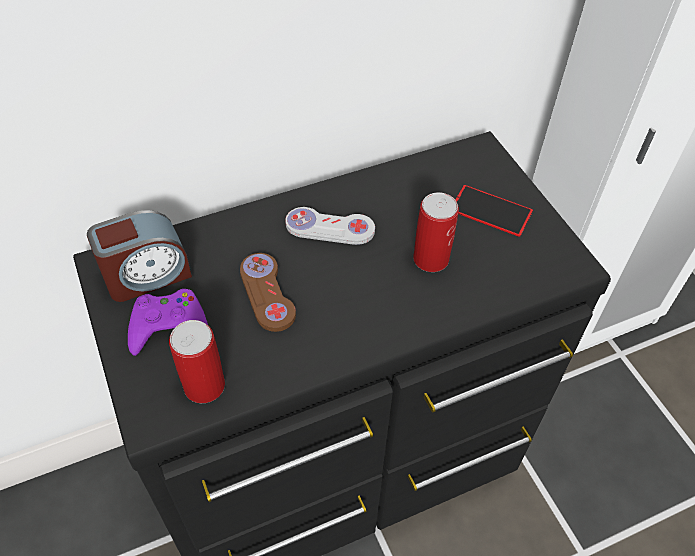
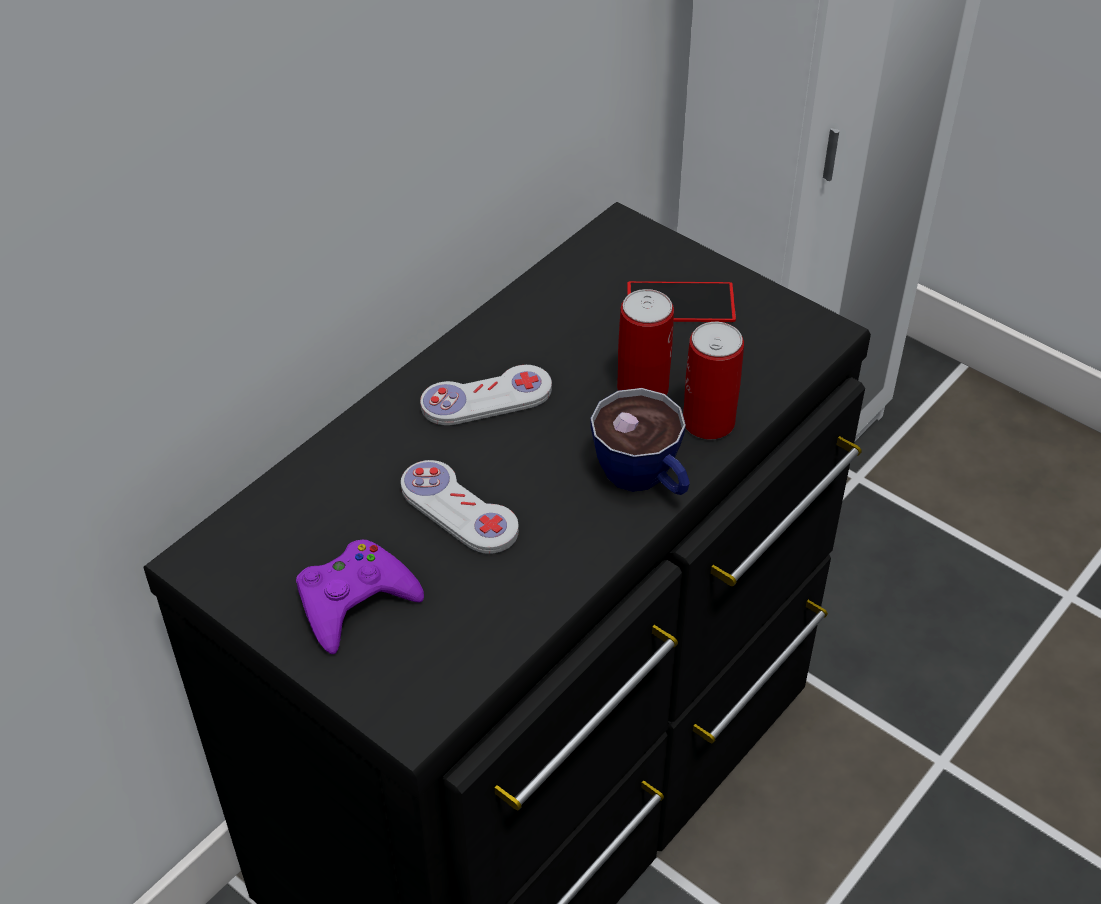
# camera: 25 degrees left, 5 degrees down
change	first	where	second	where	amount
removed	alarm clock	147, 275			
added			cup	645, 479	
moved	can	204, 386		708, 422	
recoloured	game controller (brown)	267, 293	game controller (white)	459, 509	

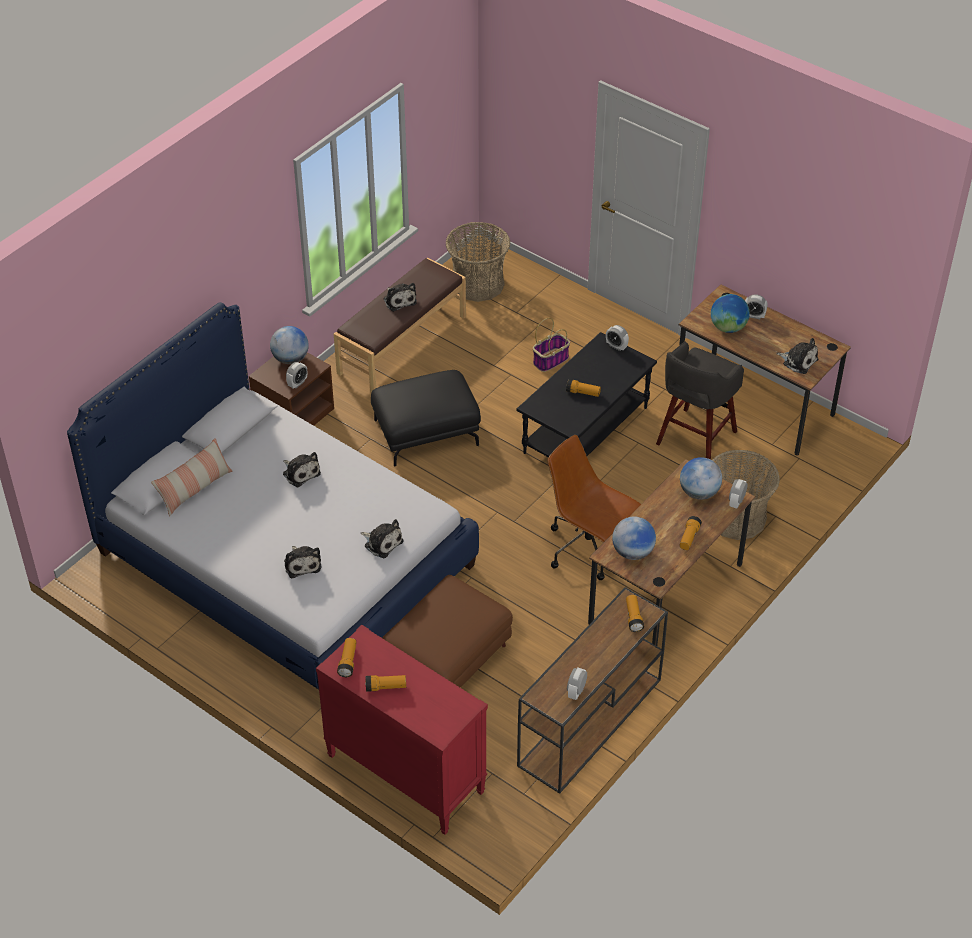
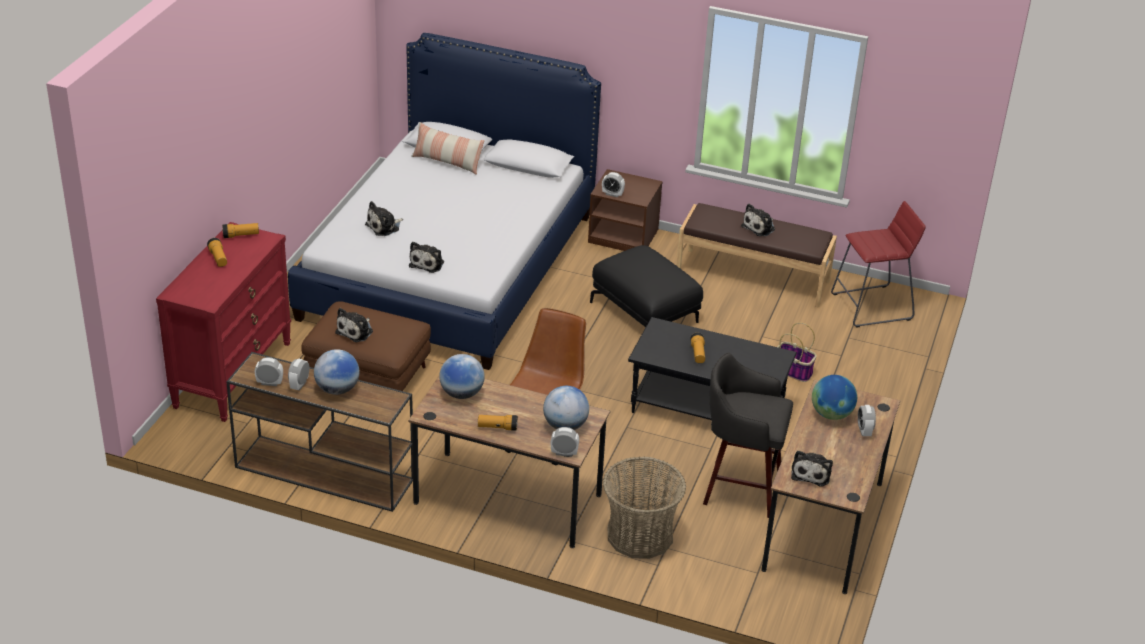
# camera: 70 degrees right, 10 degrees down
change	first	where	second	where	amount
removed	flashlight	633, 617			
moved	globe	290, 359		337, 389	
moved	plush toy	300, 472		356, 331	
moved	alarm clock	616, 346		299, 385	
replaced	basket	478, 284	stool (red)	871, 306	

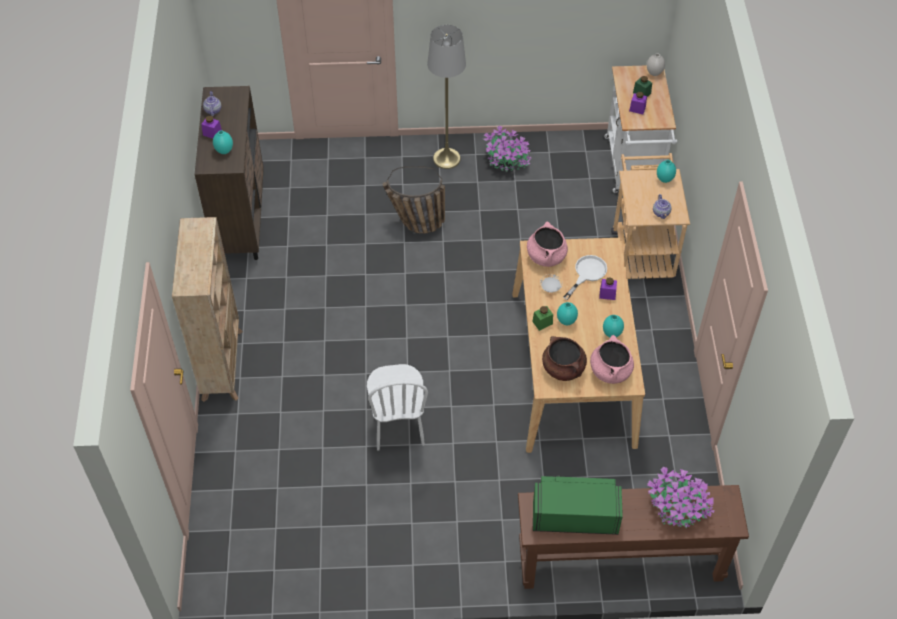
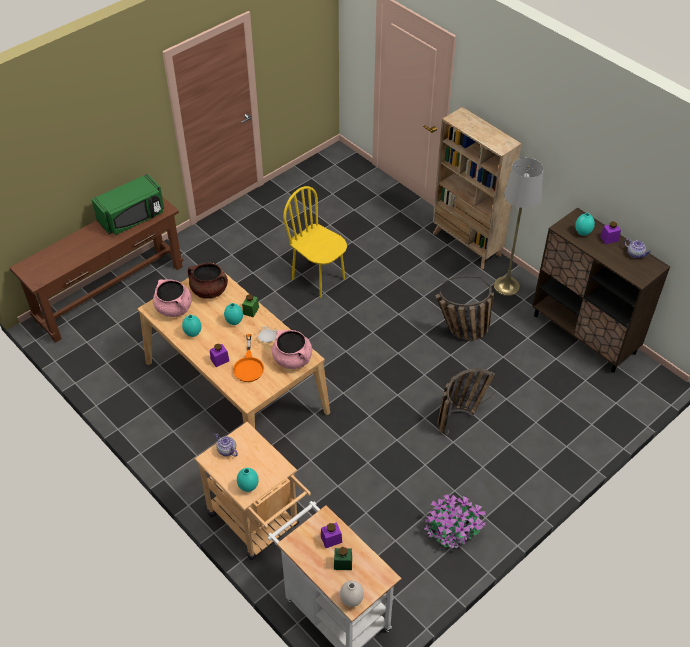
# camera: 140 degrees right, 5 degrees down
change	first	where	second	where	amount
removed	potted plant	677, 508			
added			basket	461, 332	
moved	floor lamp (grey)	446, 158		506, 286	
recoloured	chair (white)	398, 427	chair (yellow)	318, 278	
recoloured	frying pan (white)	587, 273	frying pan (orange)	248, 366	

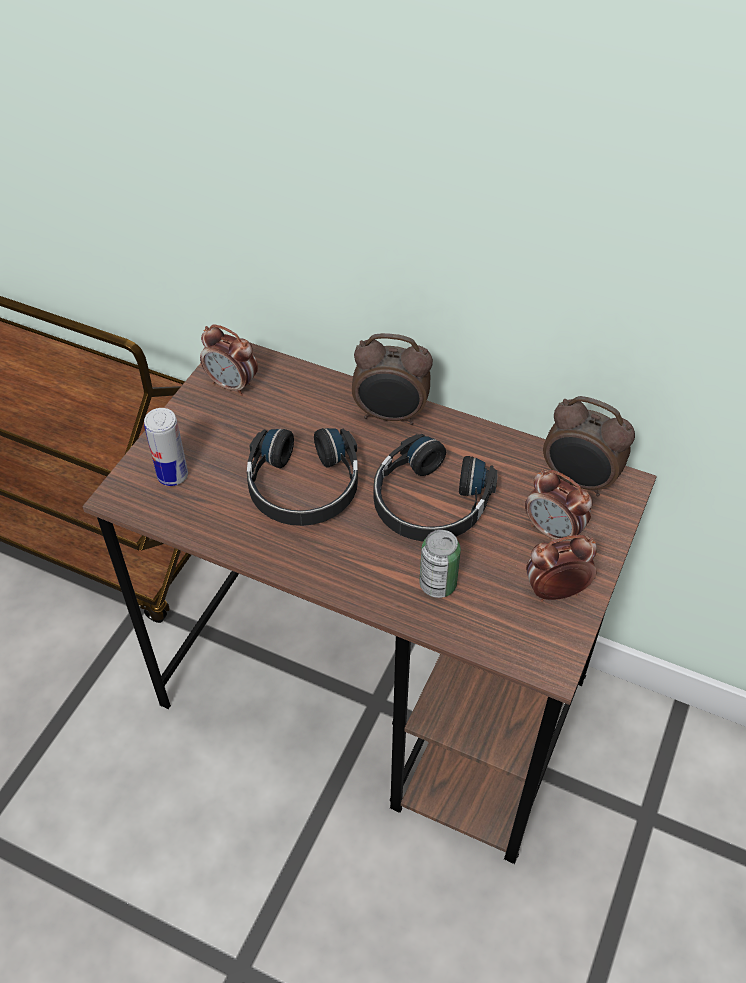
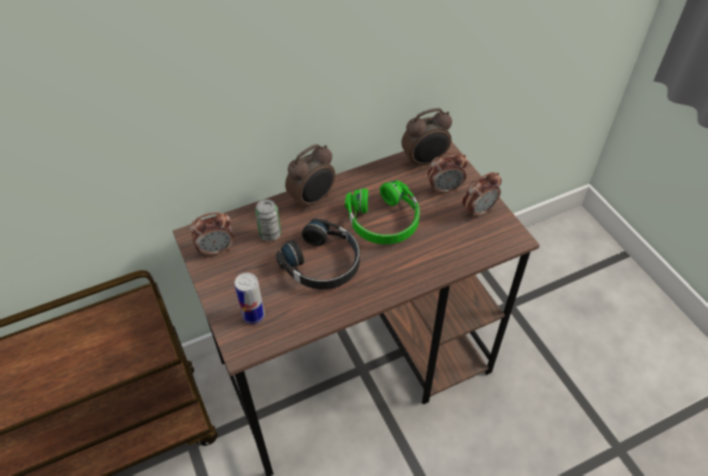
# camera: 50 degrees left, 0 degrees up
change	first	where	second	where	amount
moved	can	438, 584		270, 234	
recoloured	headphones (black)	429, 503	headphones (green)	384, 221	
turned	alarm clock	555, 591		478, 211	150 degrees counterclockwise

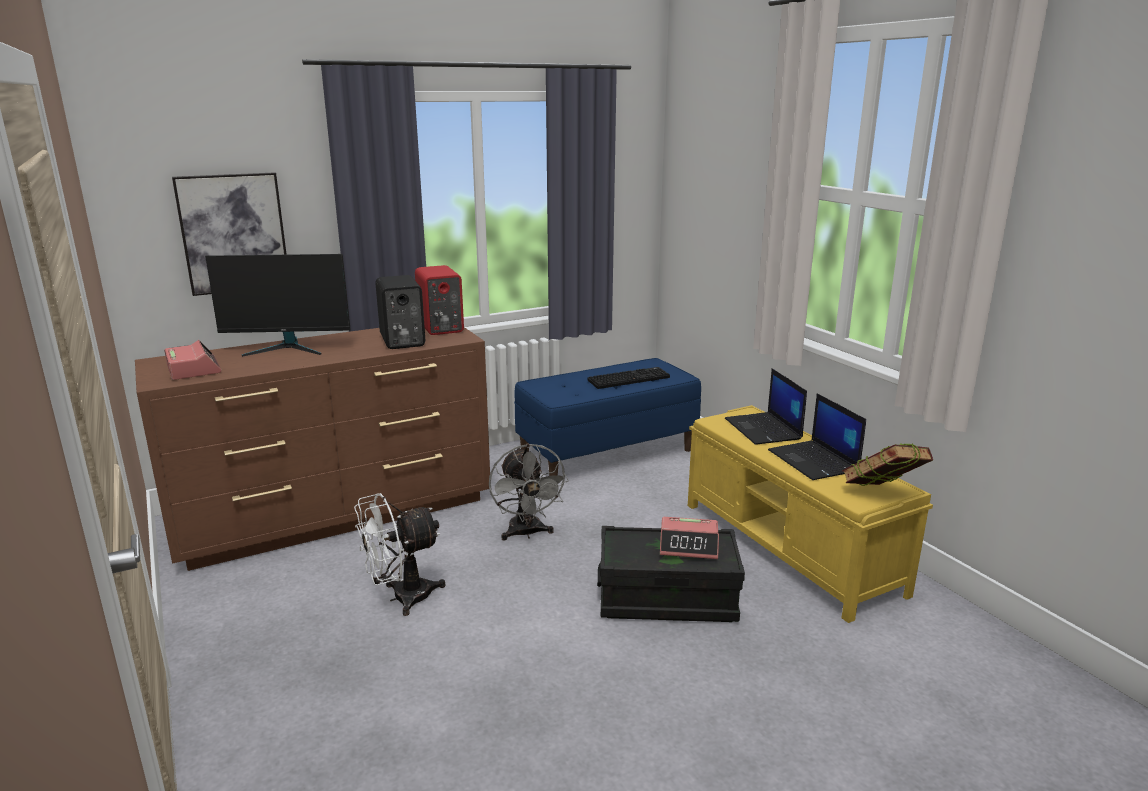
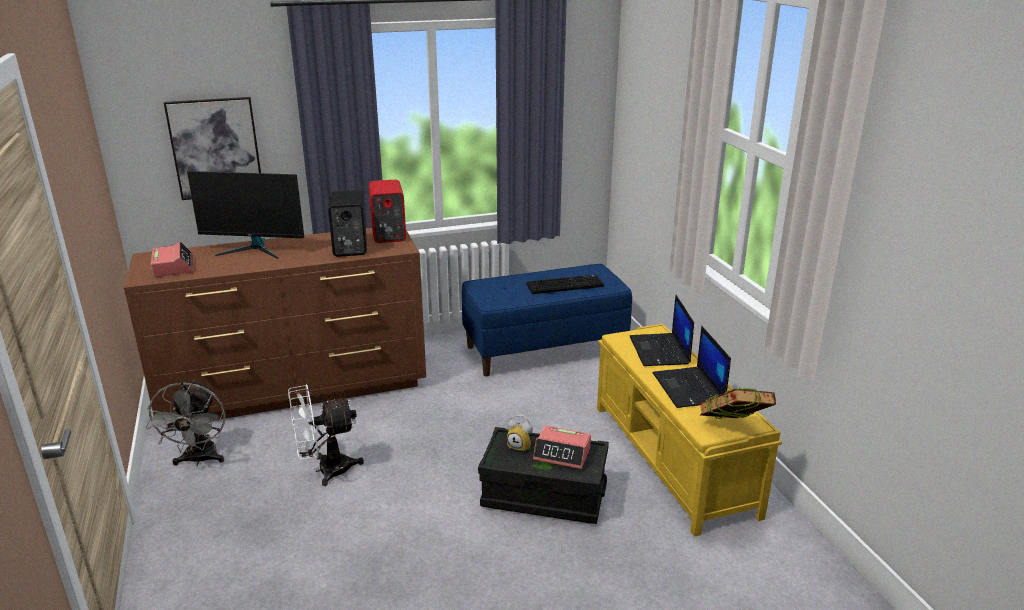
# camera: 10 degrees right, 5 degrees up
change	first	where	second	where	amount
added			alarm clock	521, 446	
moved	fan (grey)	526, 533		199, 460	

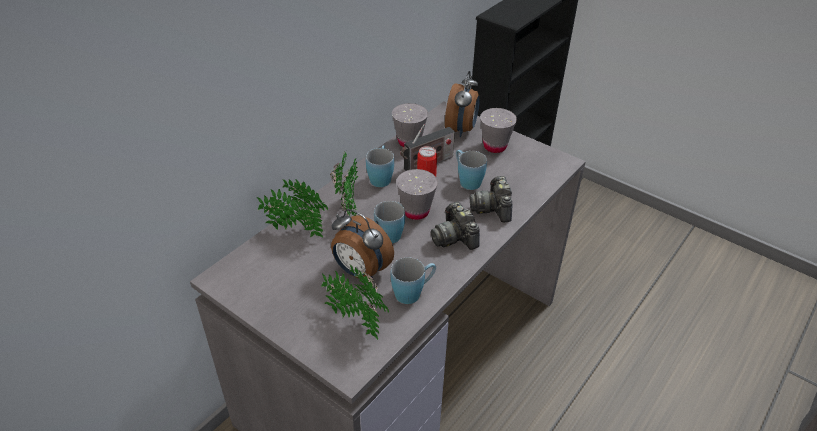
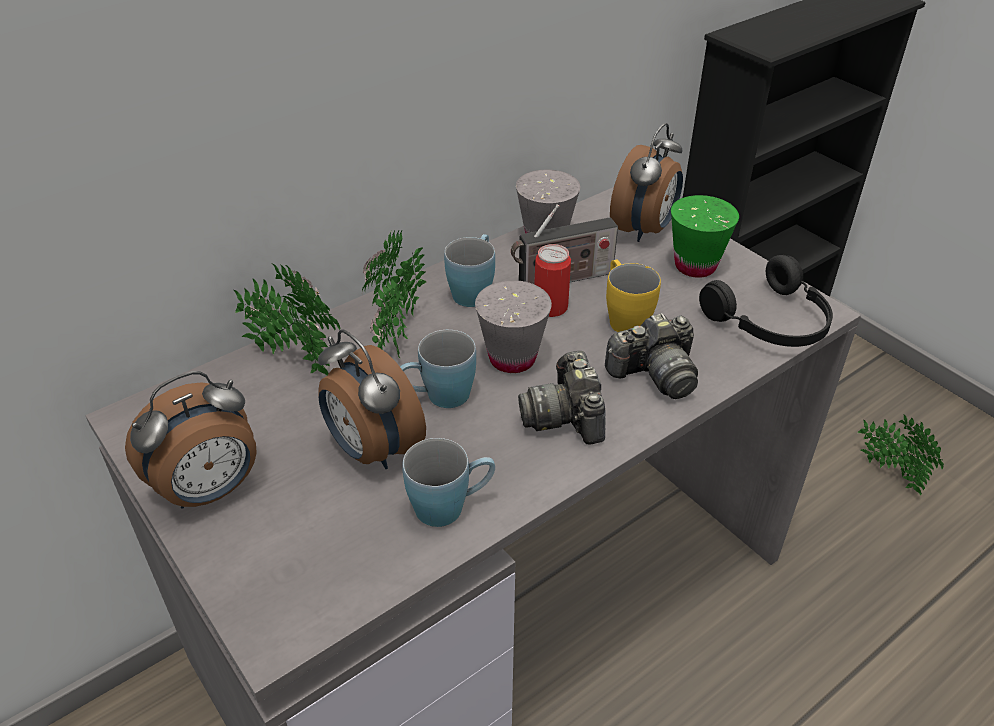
# camera: 15 degrees right, 0 degrees up
change	first	where	second	where	amount
added			alarm clock	210, 490	
added			headphones (black)	771, 322	
moved	potted plant	355, 320		890, 472	
recoloured	mug (blue)	466, 180	mug (yellow)	624, 317	
recoloured	cup (grey)	494, 146	cup (green)	695, 266	
turned	photo camera	493, 208		655, 374	120 degrees counterclockwise

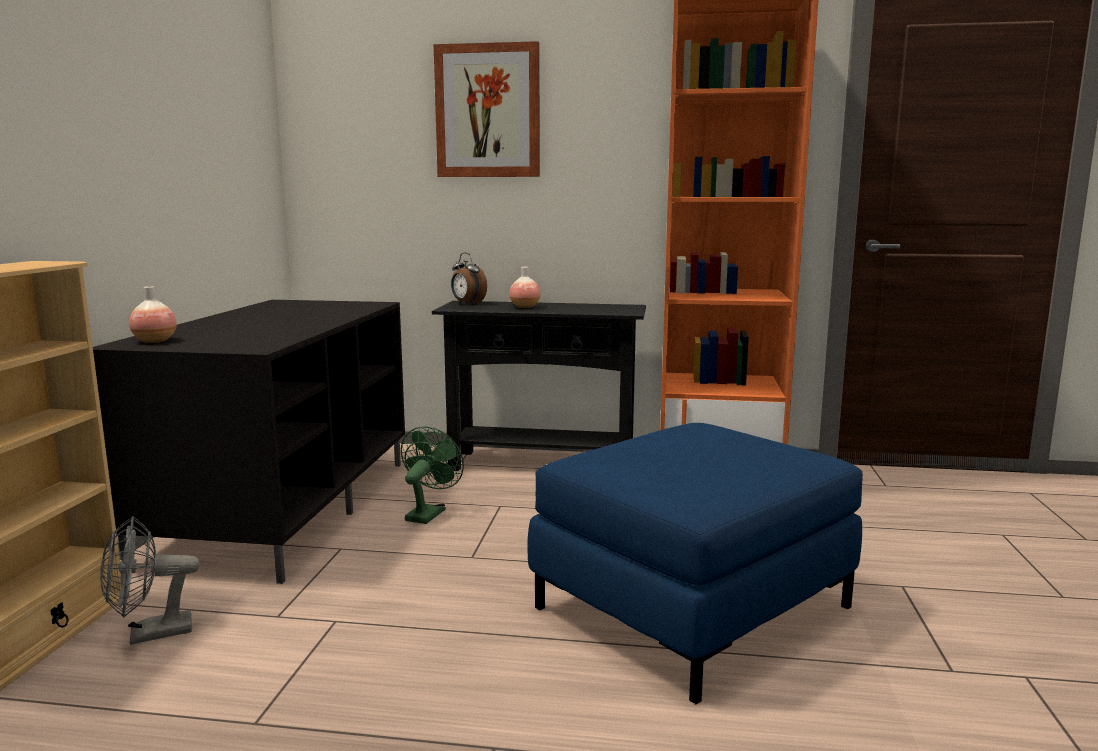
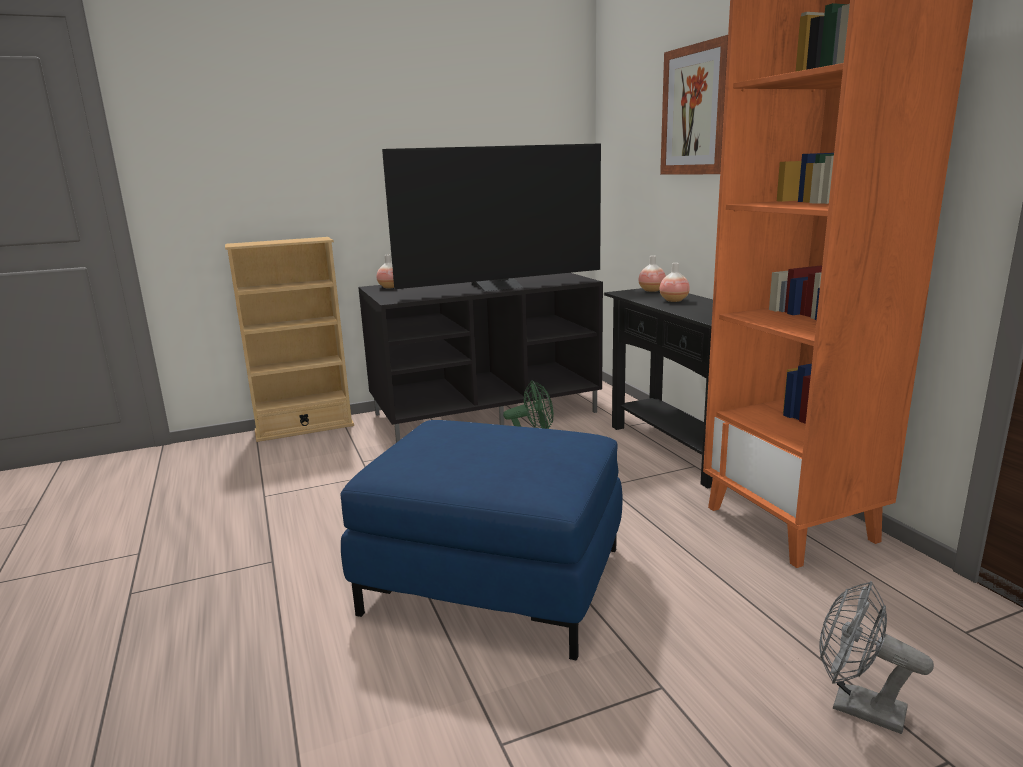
# camera: 60 degrees right, 5 degrees up
change	first	where	second	where	amount
added			television	500, 287	
moved	fan (grey)	150, 634		856, 707	
replaced	alarm clock	467, 304	vase	651, 290	

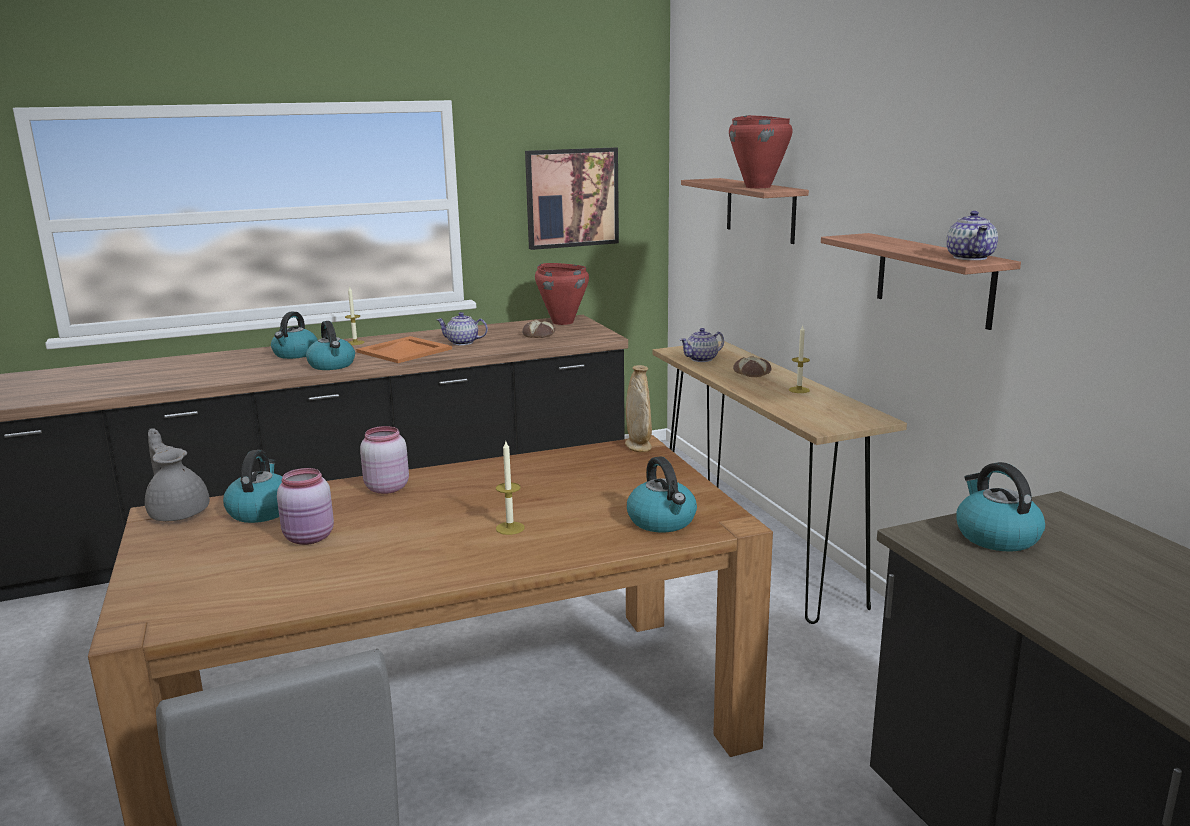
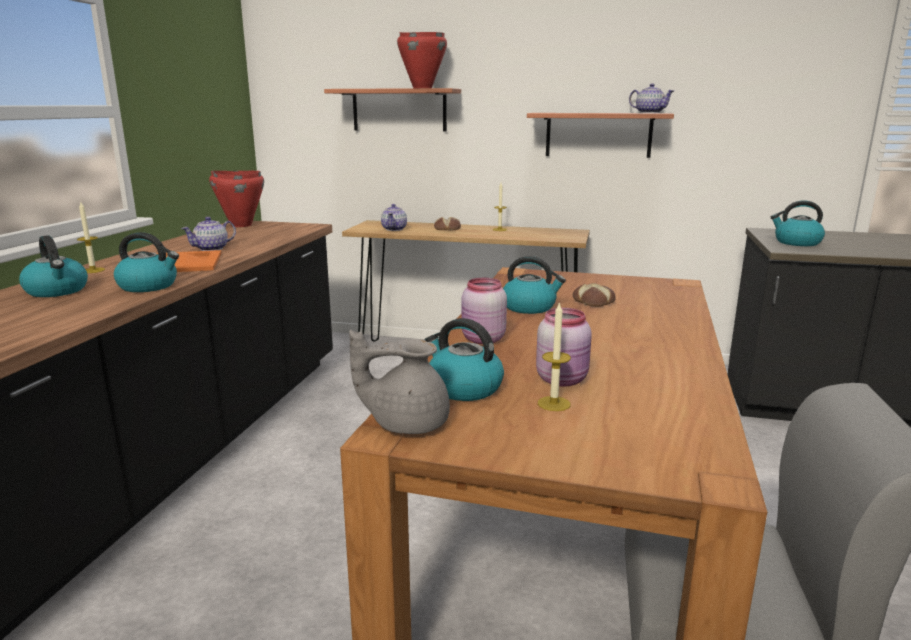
# camera: 55 degrees left, 0 degrees up
change	first	where	second	where	amount
removed	picture	572, 198			
removed	vase (beige)	638, 446			
moved	candle	510, 528		554, 403	
moved	bread	539, 335		594, 301	
moved	kettle	662, 521		529, 307	

